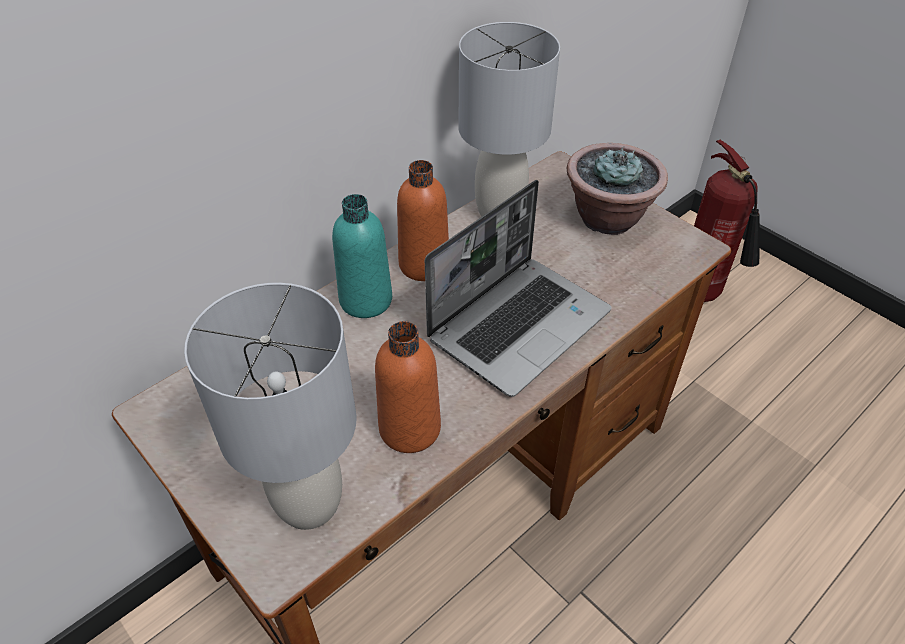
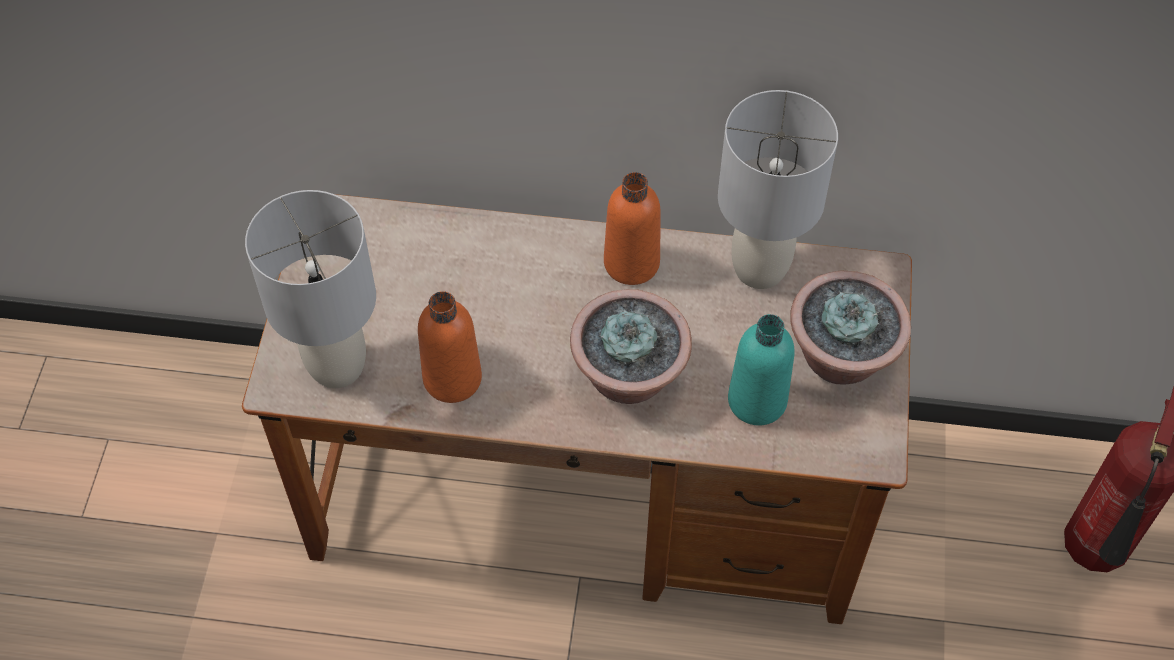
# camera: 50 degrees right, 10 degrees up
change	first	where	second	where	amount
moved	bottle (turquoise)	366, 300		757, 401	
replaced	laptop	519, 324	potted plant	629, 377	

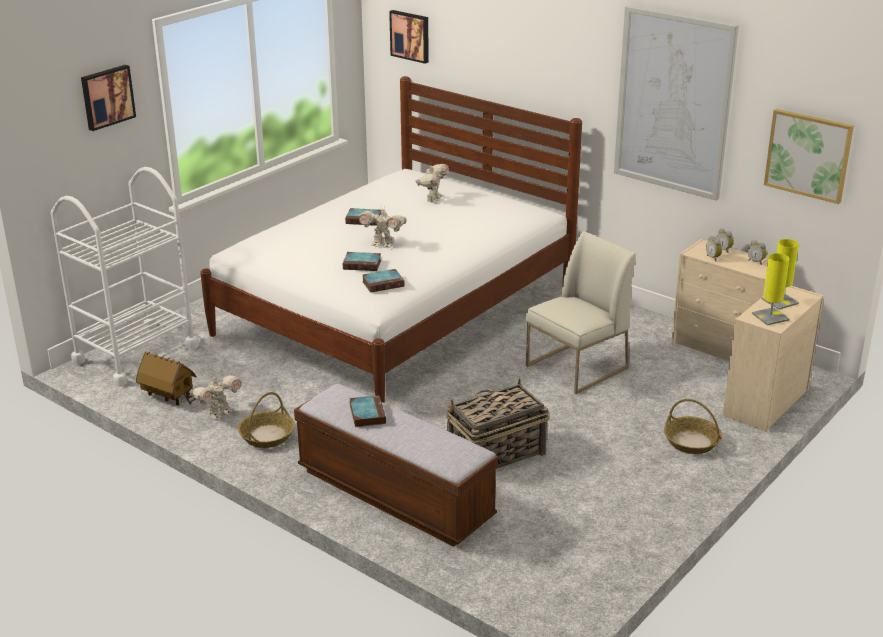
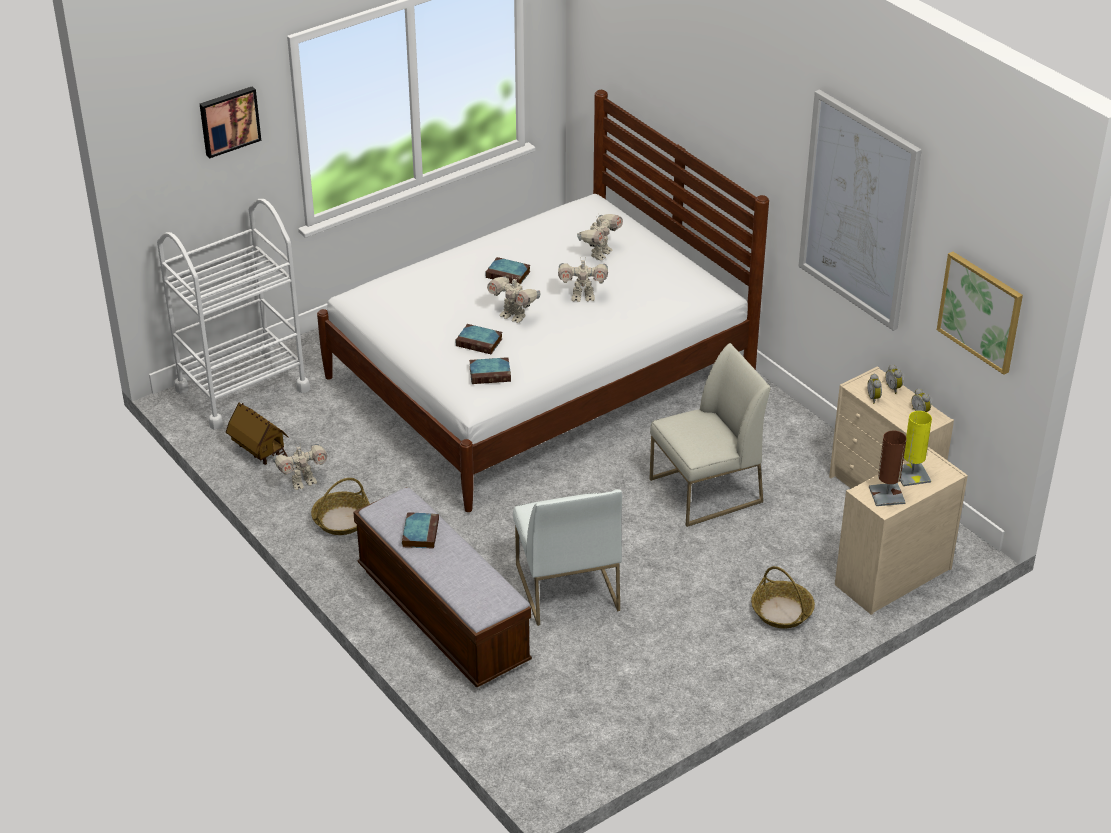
# camera: 15 degrees right, 10 degrees up
change	first	where	second	where	amount
removed	picture	410, 36			
added			toy robot	582, 297	
replaced	basket	495, 453	chair (white)	566, 586	
recoloured	table lamp (yellow)	770, 317	table lamp (brown)	886, 495	

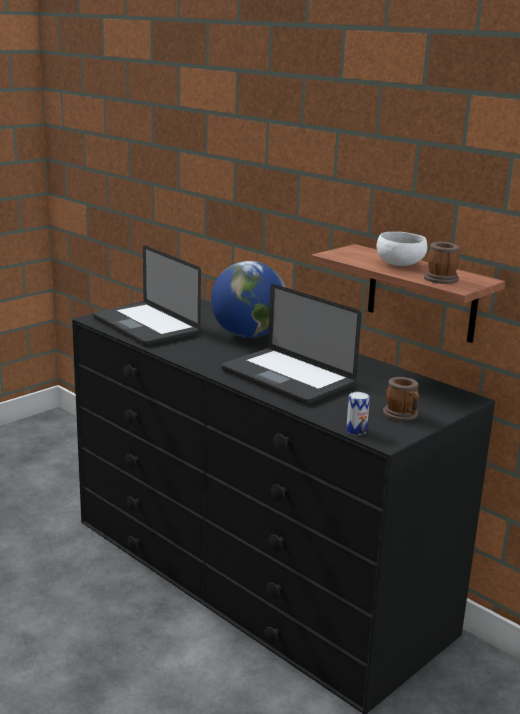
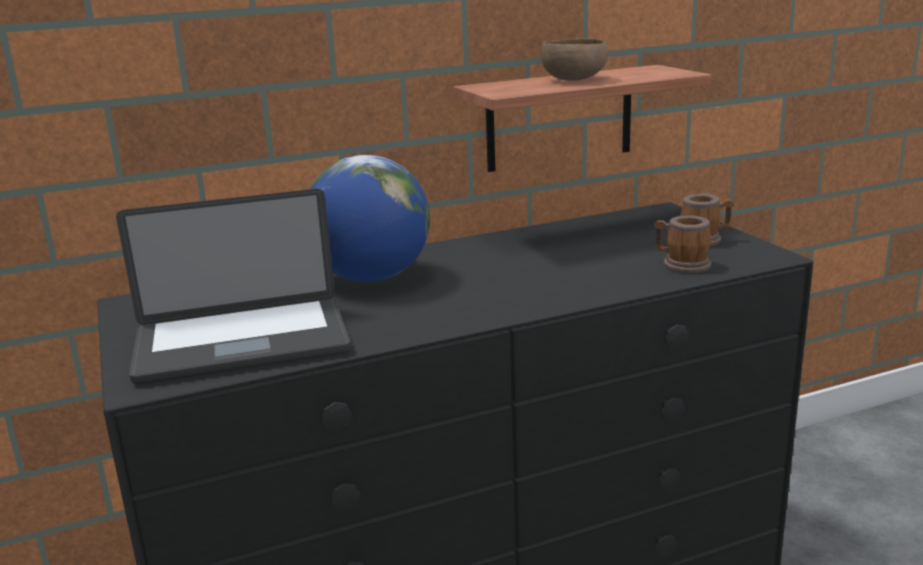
# camera: 65 degrees left, 0 degrees up
change	first	where	second	where	amount
removed	laptop	287, 378			
removed	can	356, 431			
moved	mug	440, 278		681, 264	
recoloured	bowl (white)	401, 265	bowl (brown)	574, 79	

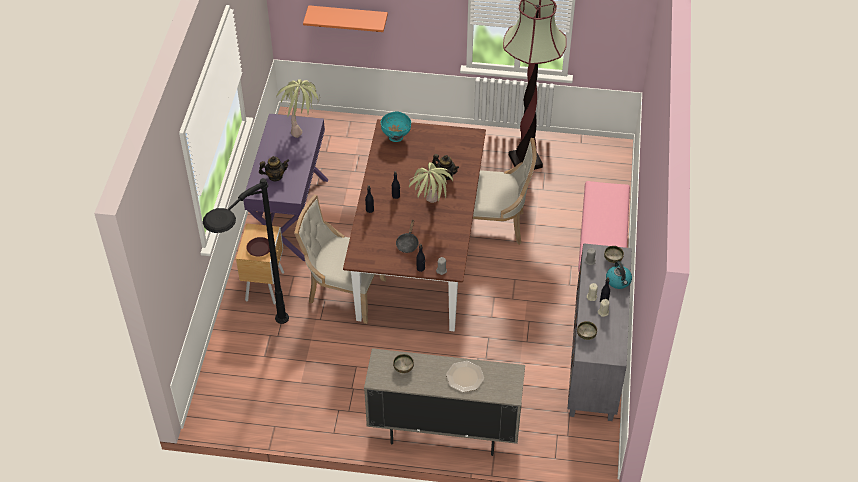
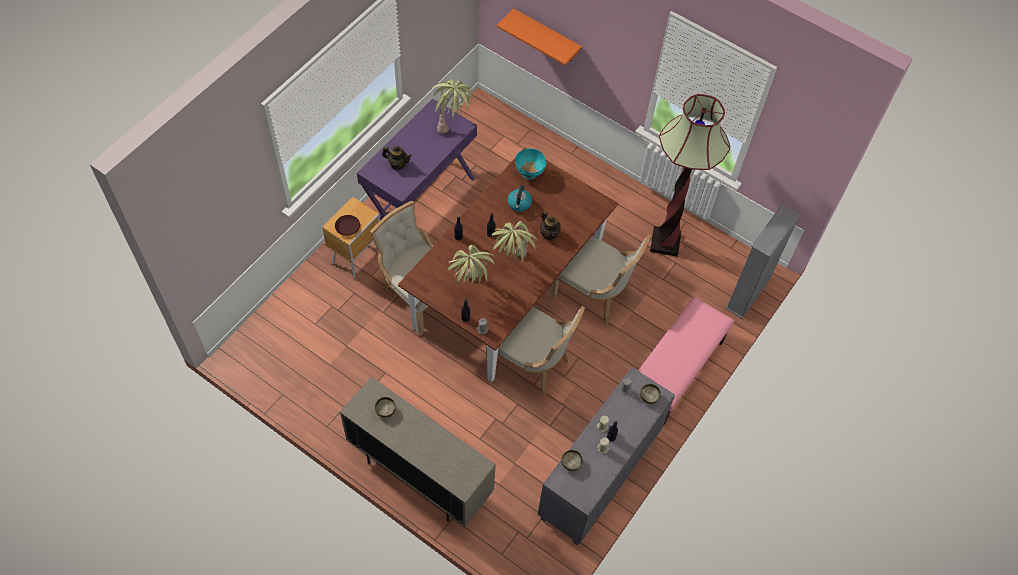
# camera: 25 degrees right, 10 degrees up
change	first	where	second	where	amount
removed	floor lamp (black)	255, 348			
removed	plate	465, 377			
added			chair (beige)	531, 364	
added			bookcase (grey)	748, 293	
moved	kettle	618, 281		519, 204	
replaced	frying pan (black)	407, 243	potted plant	470, 287	

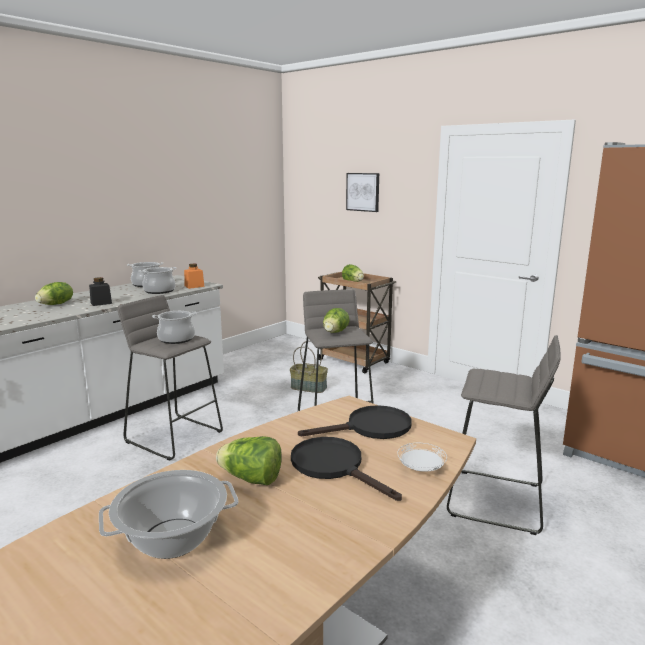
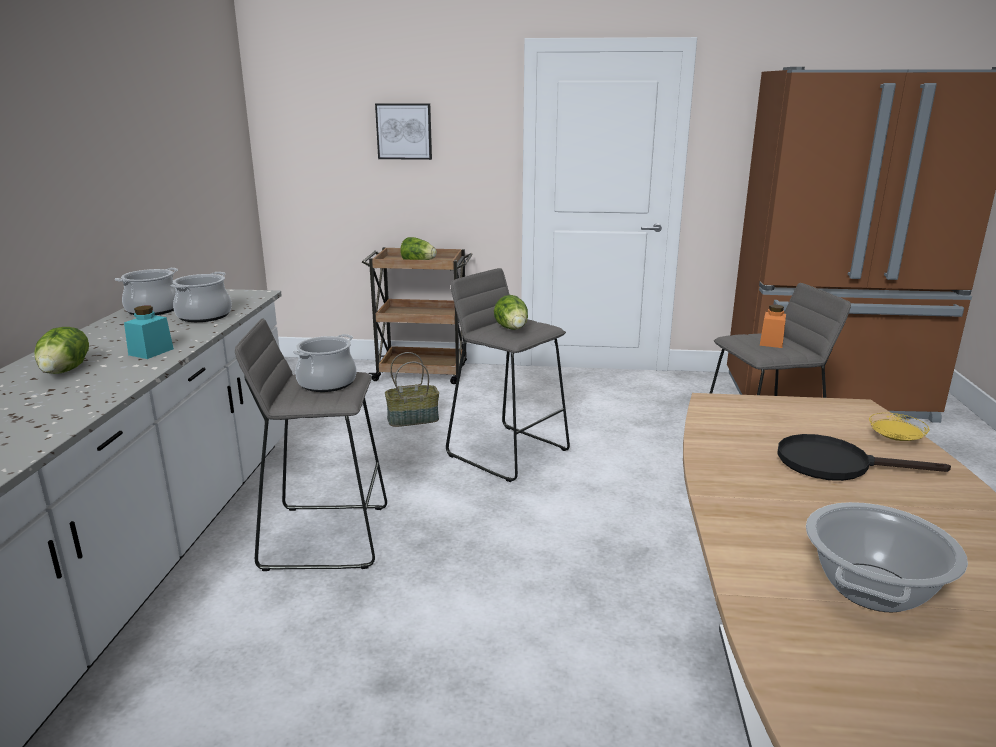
# camera: 35 degrees left, 5 degrees up
change	first	where	second	where	amount
removed	lettuce	251, 479			
removed	frying pan (black)	370, 428			
moved	jar (orange)	194, 286		771, 342	
recoloured	jar (black)	101, 303	jar (turquoise)	151, 352	
recoloured	plate (white)	421, 469	plate (yellow)	895, 440	

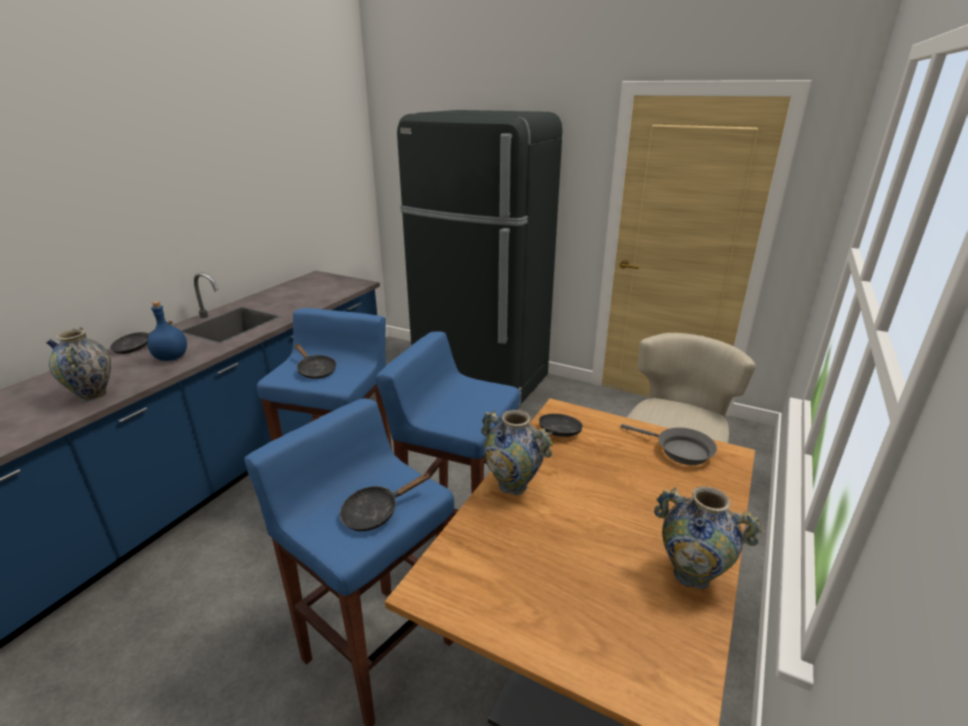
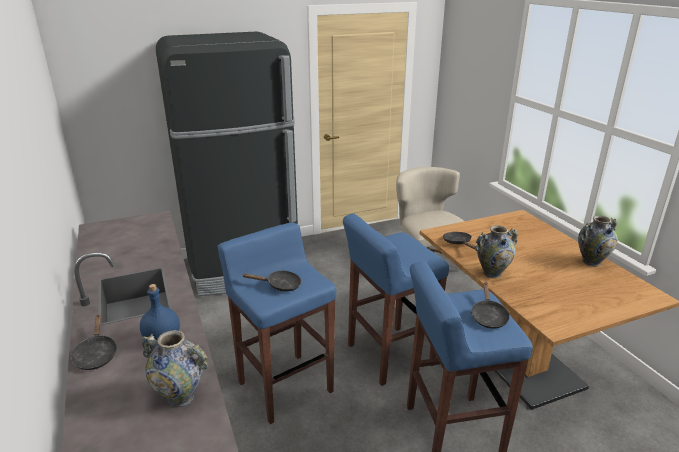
# camera: 50 degrees left, 0 degrees up
change	first	where	second	where	amount
removed	frying pan (grey)	679, 450			

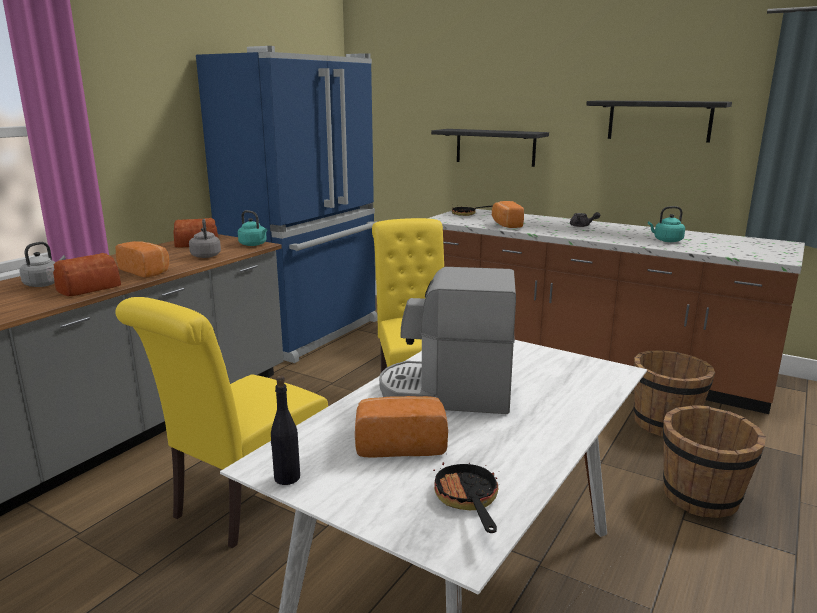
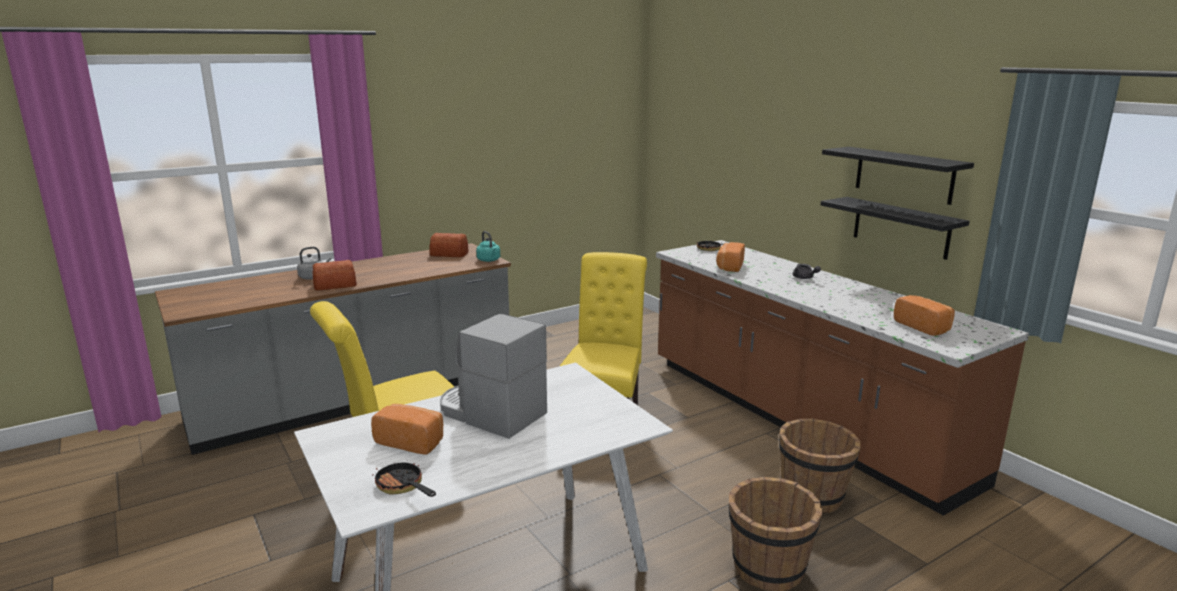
# camera: 25 degrees right, 0 degrees up
change	first	where	second	where	amount
removed	kettle (grey)	206, 255			
removed	fridge (blue)	308, 332			
removed	bottle (black)	286, 477			
removed	kettle (turquoise)	666, 240			
moved	bread	146, 271		923, 327	
moved	shelf (black)	495, 147		901, 227	
turned	frying pan	467, 501		403, 487	60 degrees counterclockwise

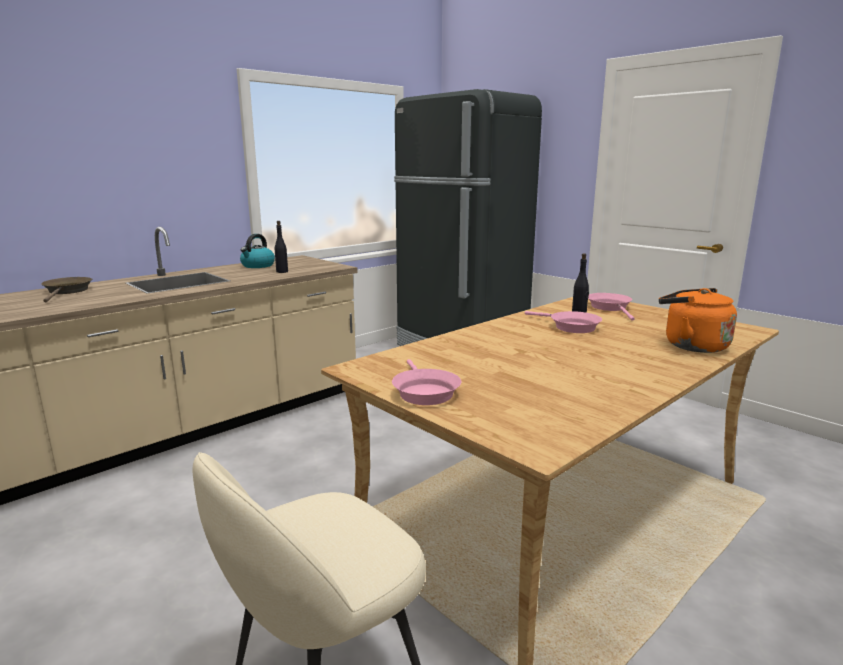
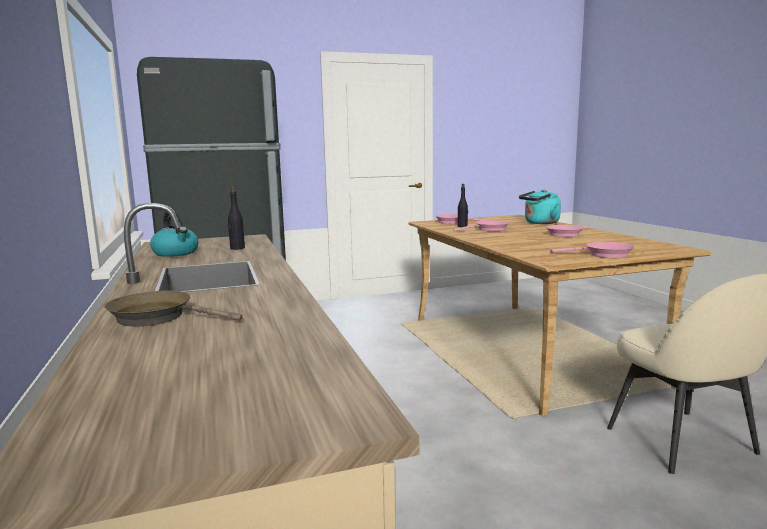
# camera: 65 degrees left, 5 degrees down
change	first	where	second	where	amount
added			frying pan (pink)	566, 234	
recoloured	kettle (orange)	691, 345	kettle (turquoise)	540, 223	

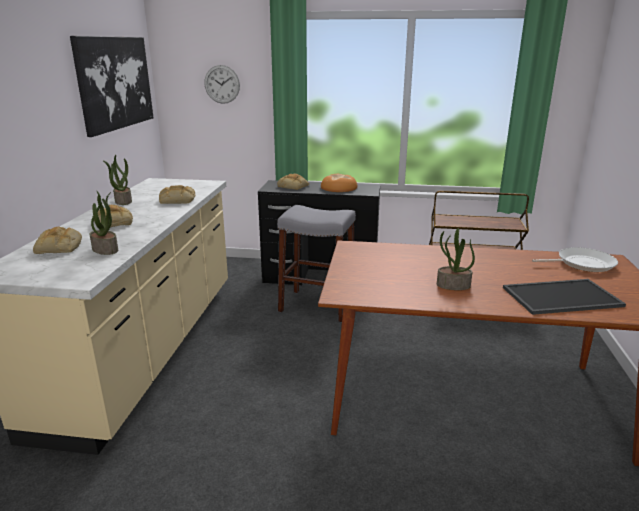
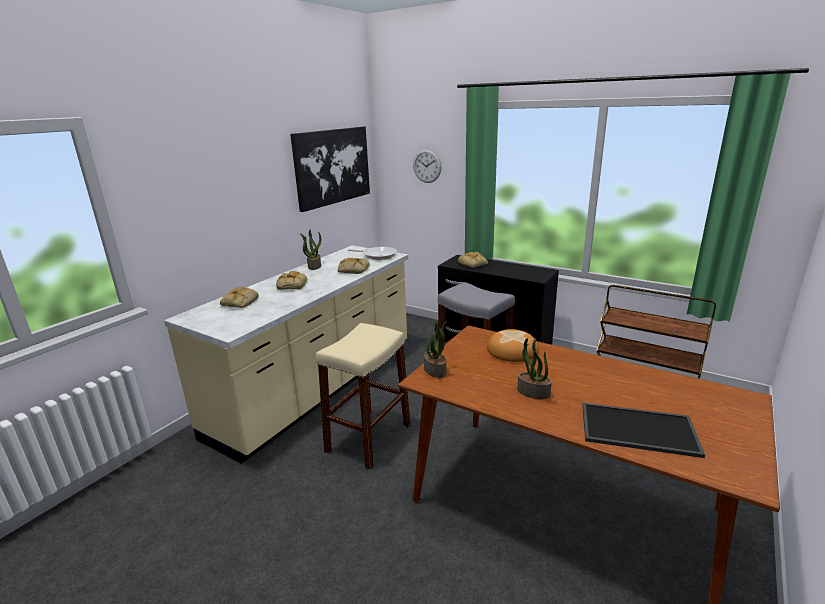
# camera: 25 degrees right, 0 degrees up
change	first	where	second	where	amount
added			stool (beige)	369, 438	
moved	potted plant	106, 249		435, 370	
moved	bread	339, 188		513, 350	
moved	frying pan	582, 263		378, 255	

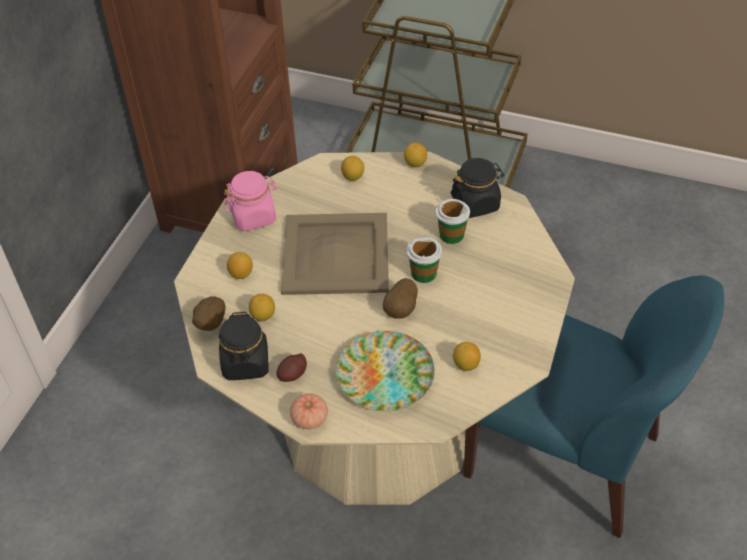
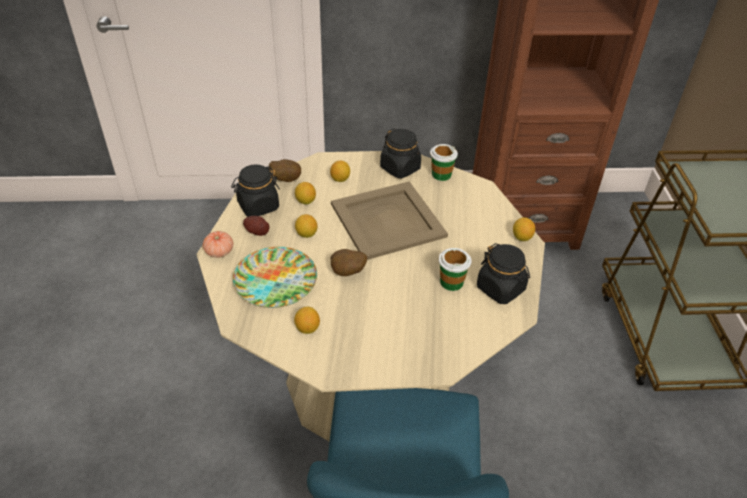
# camera: 65 degrees right, 5 degrees down
change	first	where	second	where	amount
moved	lemon	353, 177		306, 234	
moved	cup	423, 273		441, 174	
recoloured	jar (pink)	253, 216	jar (black)	400, 168	

